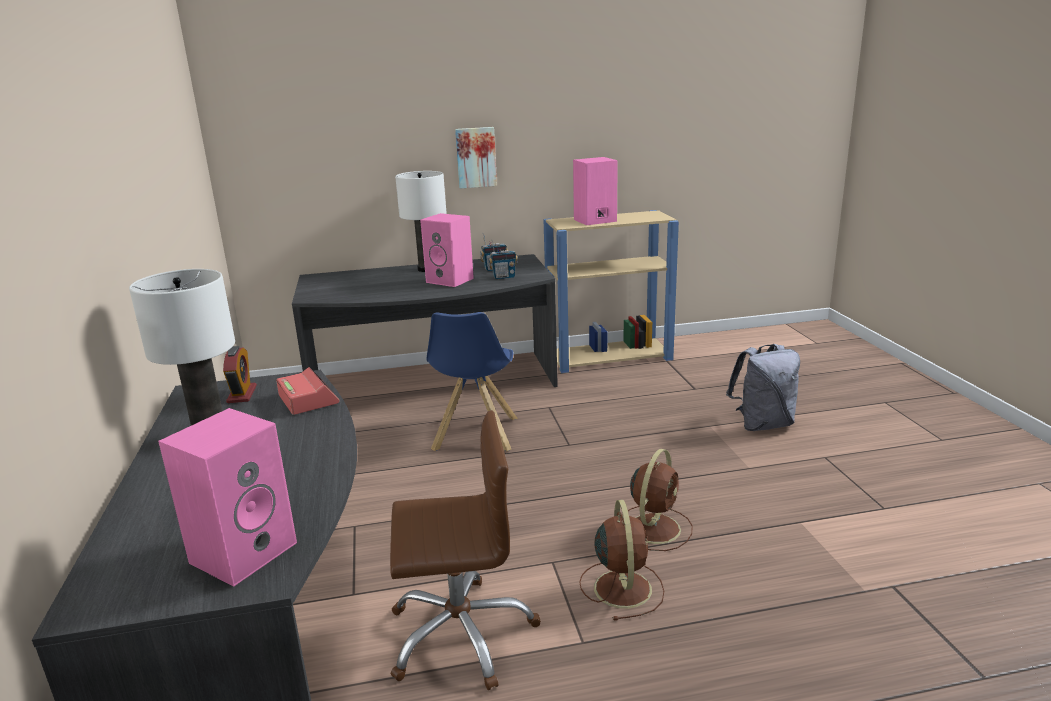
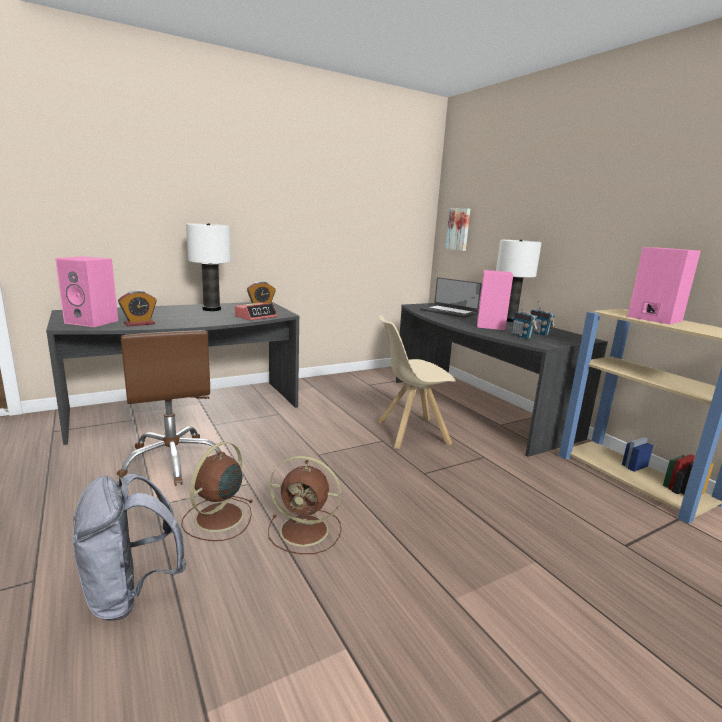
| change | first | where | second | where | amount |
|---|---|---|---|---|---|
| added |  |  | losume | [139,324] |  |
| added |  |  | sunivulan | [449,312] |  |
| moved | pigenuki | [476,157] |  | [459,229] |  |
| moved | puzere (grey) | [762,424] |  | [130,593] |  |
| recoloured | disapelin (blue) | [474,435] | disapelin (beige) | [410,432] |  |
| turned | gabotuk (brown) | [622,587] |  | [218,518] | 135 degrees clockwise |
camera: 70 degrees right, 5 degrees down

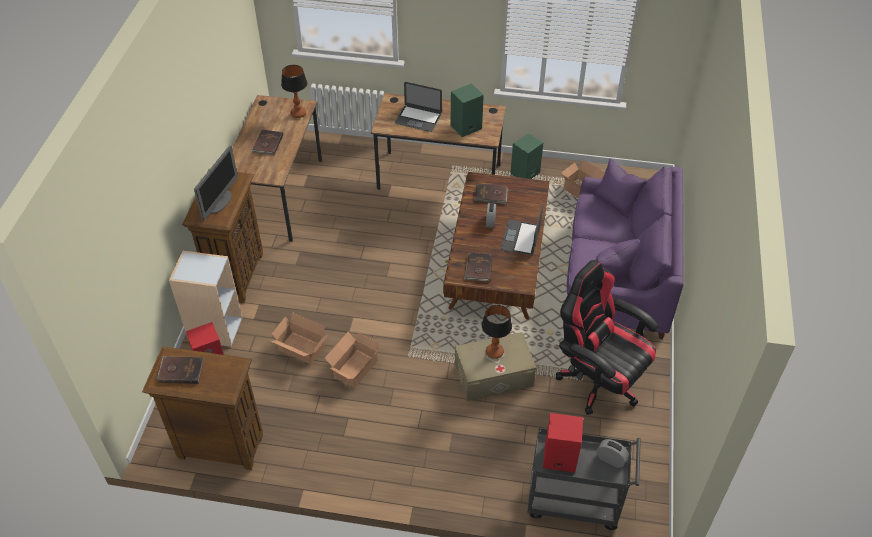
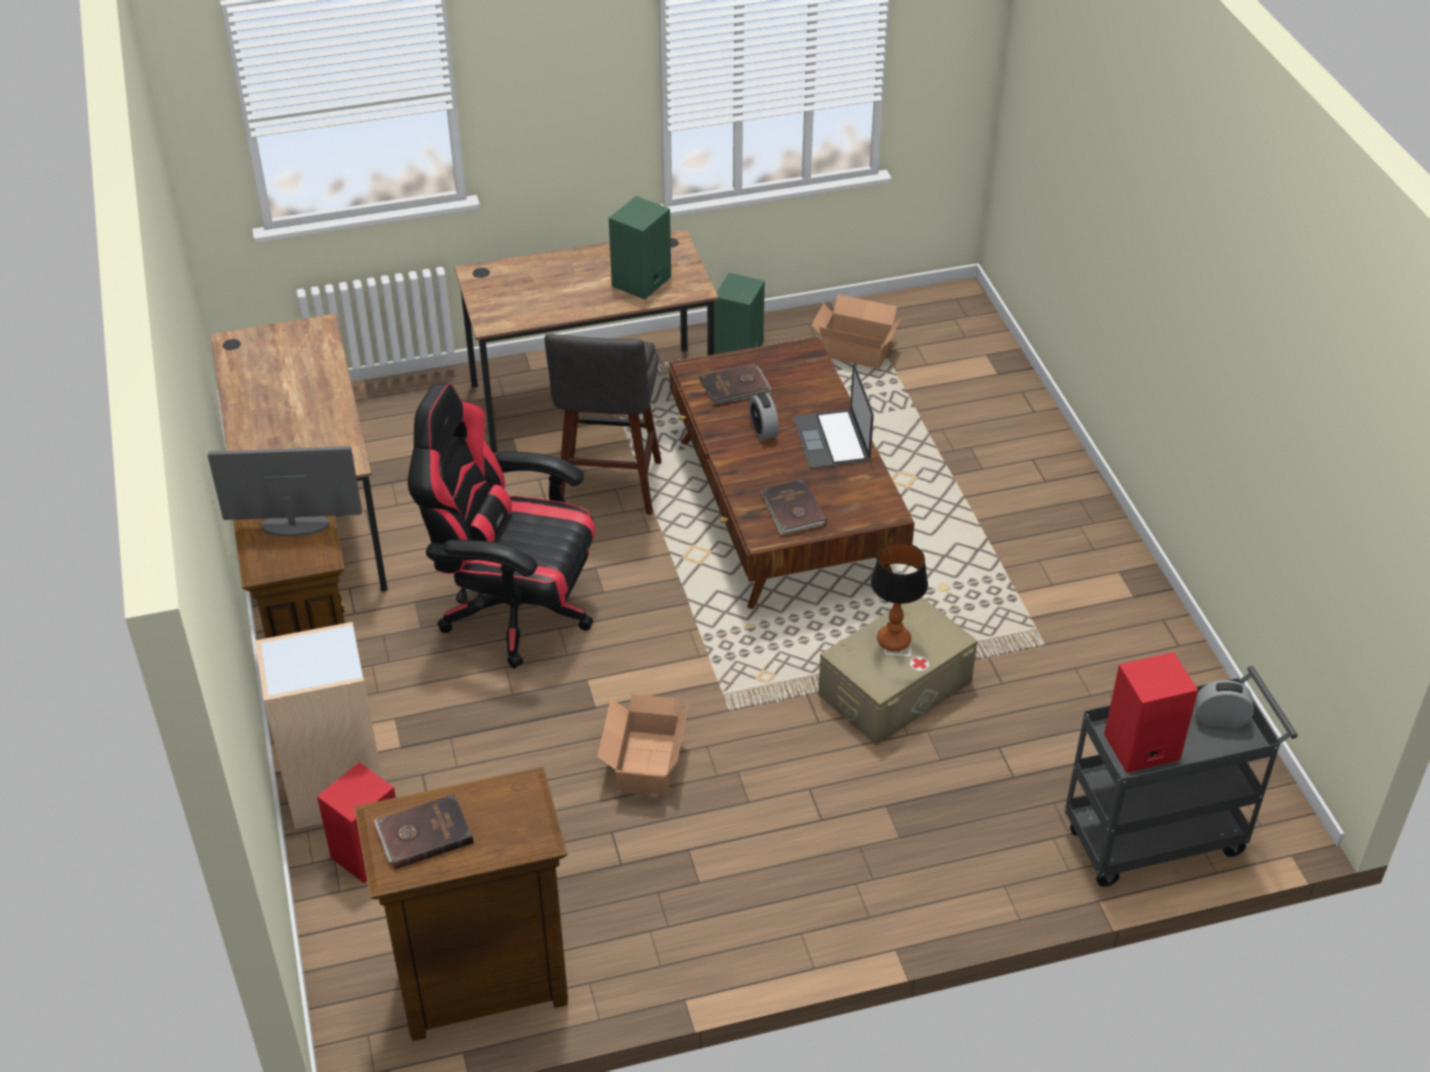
| change | first | where | second | where | amount |
|---|---|---|---|---|---|
| removed | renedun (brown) | [267,143] |  |  |  |
| removed | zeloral | [301,349] |  |  |  |
| removed | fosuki | [298,113] |  |  |  |
| removed | sunivulan | [418,118] |  |  |  |
| removed | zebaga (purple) | [617,275] |  |  |  |
| added |  |  | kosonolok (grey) | [608,488] |  |
| moved | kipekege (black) | [599,381] |  | [517,611] |  |
| turned | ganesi | [221,202] |  | [294,525] | 90 degrees counterclockwise |
camera: 25 degrees left, 5 degrees down

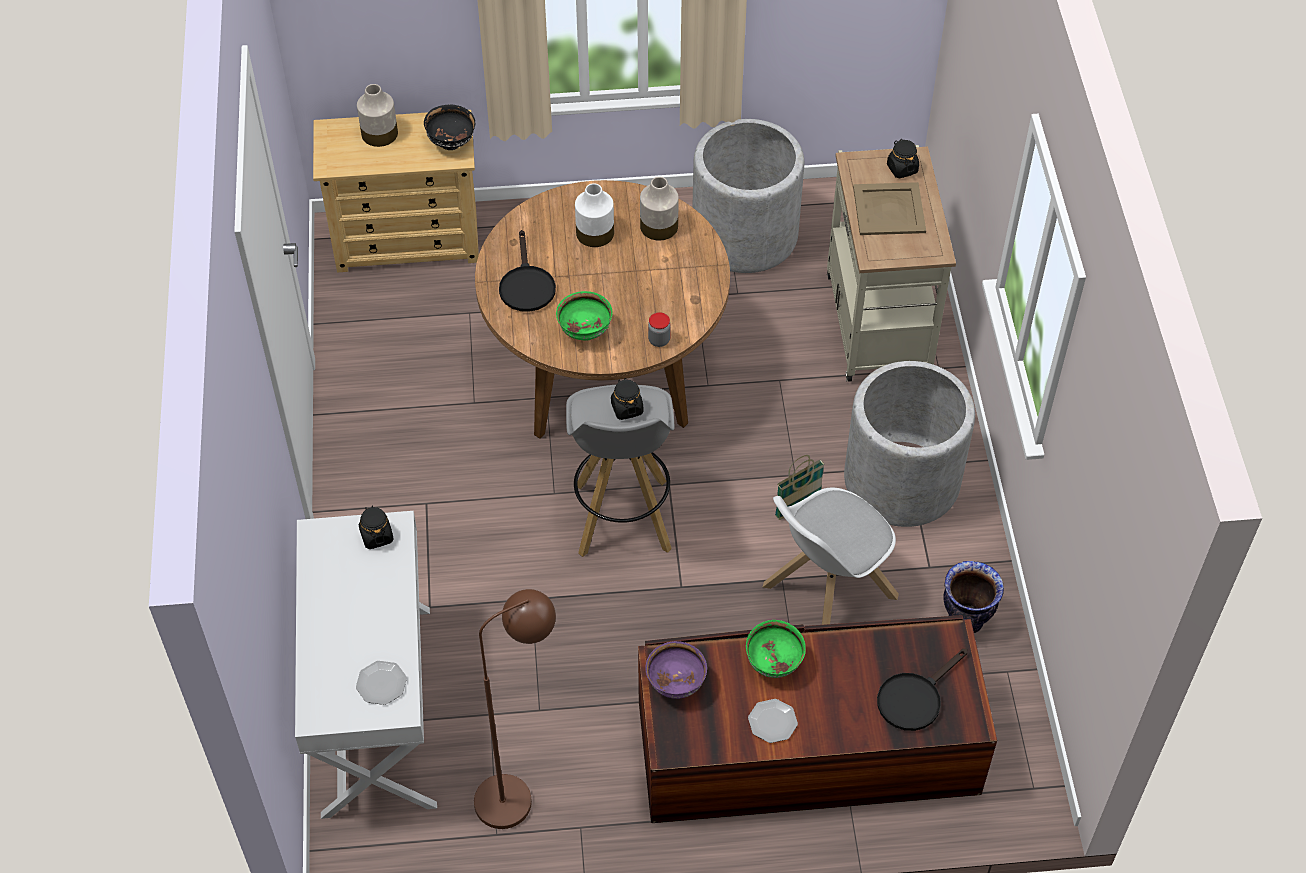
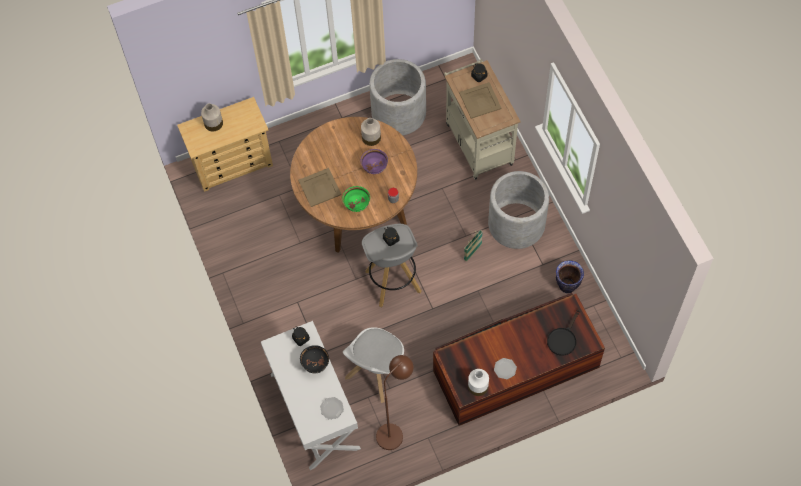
| change | first | where | second | where | amount |
|---|---|---|---|---|---|
| removed | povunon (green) | [774,663] |  |  |  |
| moved | povunon (black) | [451,143] |  | [315,364] |  |
| moved | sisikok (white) | [594,232] |  | [477,386] |  |
| moved | povunon (purple) | [676,685] |  | [374,168] |  |
| moved | disapelin | [826,593] |  | [376,373] |  |
| replaced | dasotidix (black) | [526,285] | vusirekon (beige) | [319,188] |  |
camera: 15 degrees left, 10 degrees up

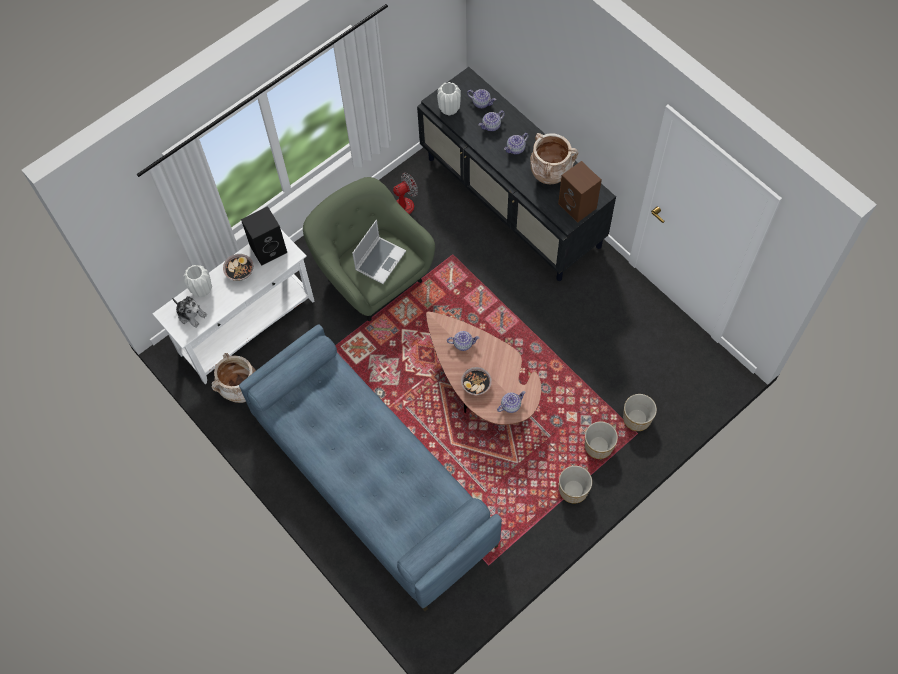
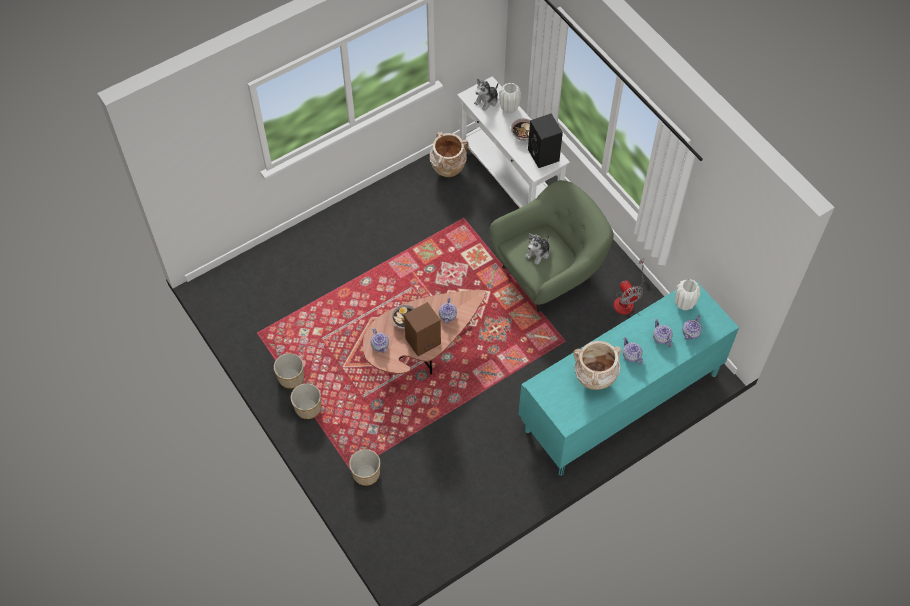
| change | first | where | second | where | amount |
|---|---|---|---|---|---|
| removed | zebaga (blue) | [372,479] |  |  |  |
| moved | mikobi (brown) | [578,206] |  | [422,342] |  |
| moved | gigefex | [598,446] |  | [291,377] |  |
| replaced | sunivulan | [380,260] | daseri | [538,253] |  |
| recoloured | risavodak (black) | [511,203] | risavodak (turquoise) | [619,400] |  |
camera: 95 degrees right, 5 degrees down

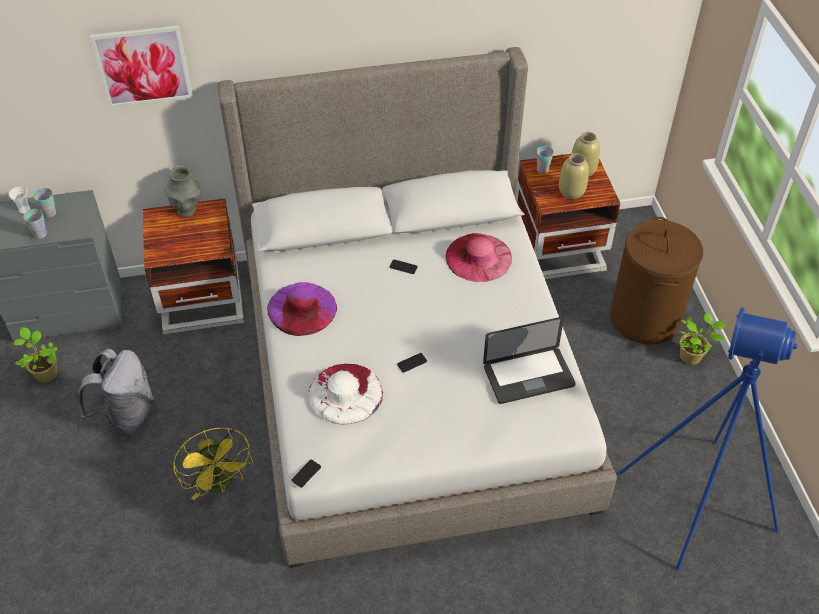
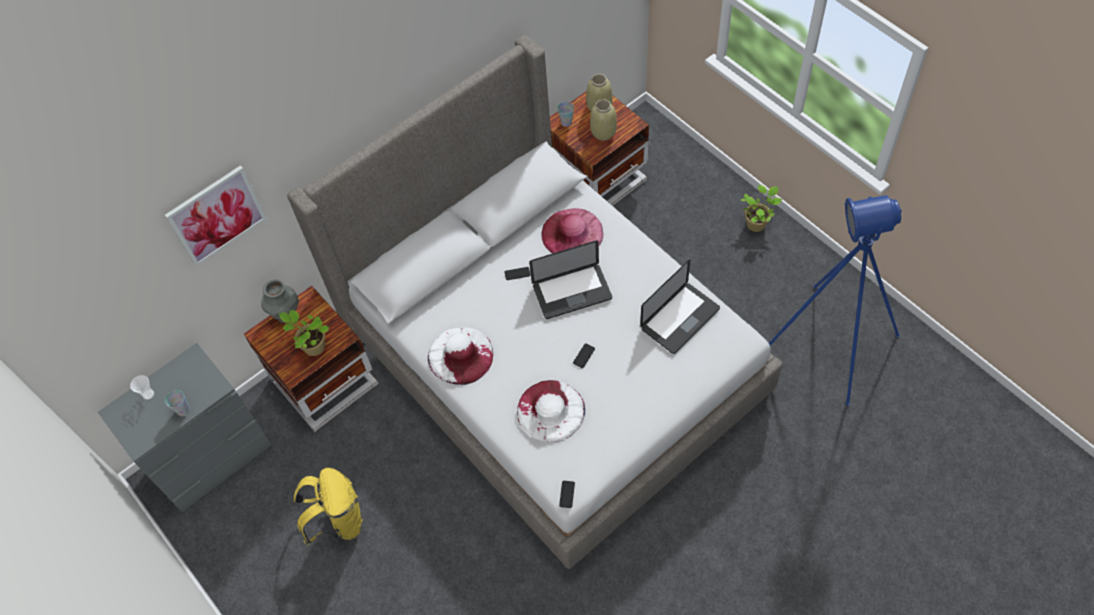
| change | first | where | second | where | amount |
|---|---|---|---|---|---|
| removed | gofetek | [49,213] |  |  |  |
| removed | gabotuk (yellow) | [220,484] |  |  |  |
| removed | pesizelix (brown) | [645,318] |  |  |  |
| added |  |  | sunivulan | [572,292] |  |
| moved | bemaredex | [45,373] |  | [312,346] |  |
| recoloured | puzere (grey) | [127,416] | puzere (yellow) | [338,521] |  |
| recoloured | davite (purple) | [302,308] | davite (white) | [460,355] |  |
camera: 25 degrees left, 10 degrees up

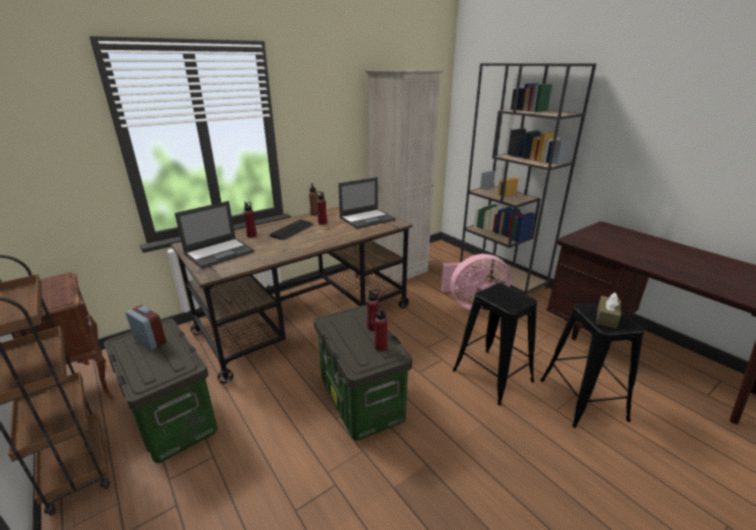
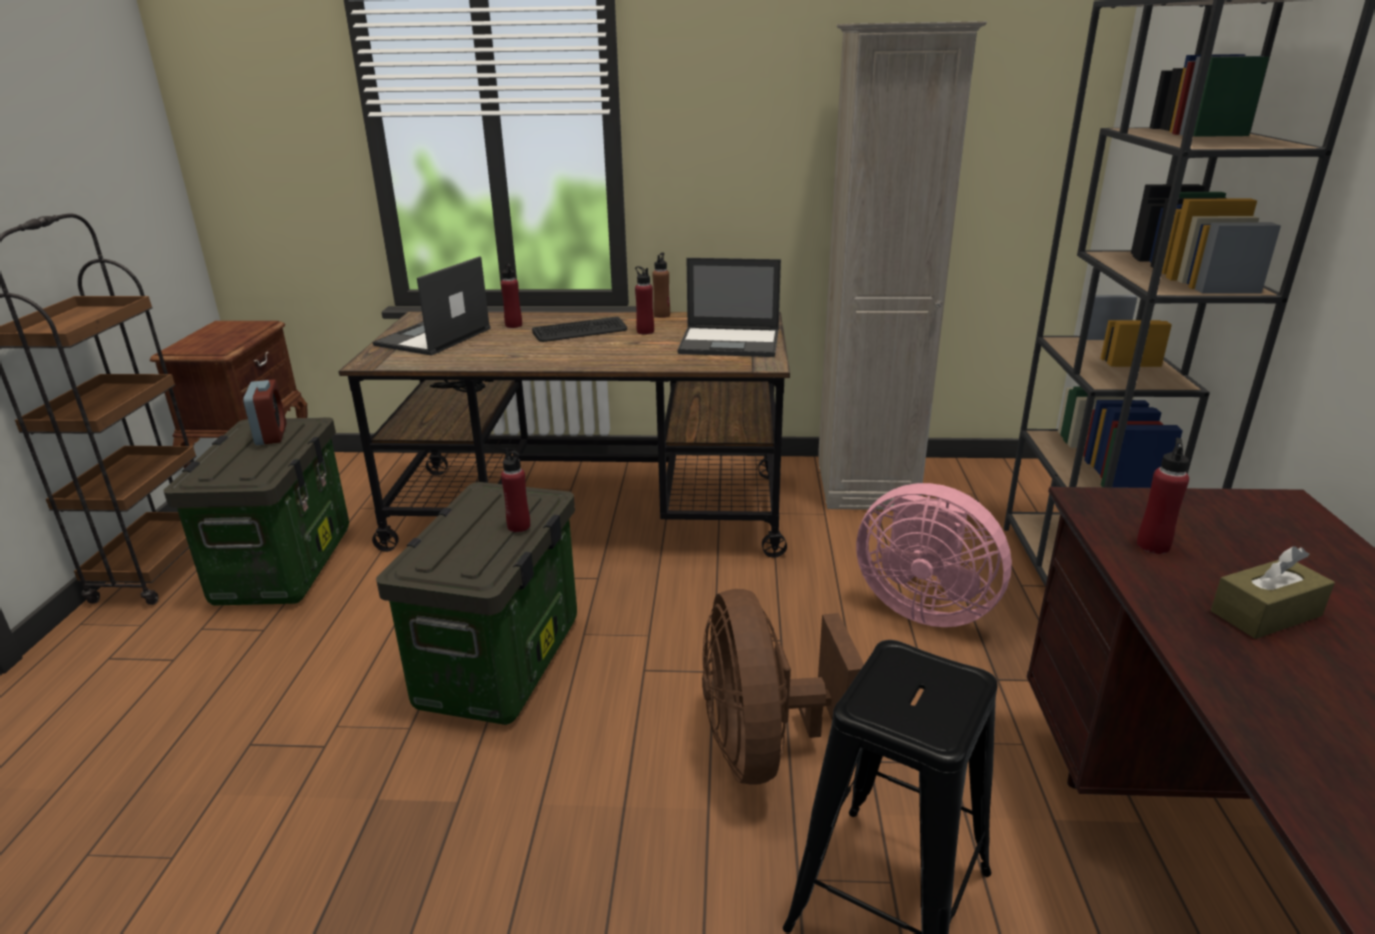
| change | first | where | second | where | amount |
|---|---|---|---|---|---|
| moved | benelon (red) | [381,347] |  | [1153,545] |  |
| moved | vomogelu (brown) | [606,317] |  | [1265,613] |  |
| replaced | kosonolok (black) | [492,376] | gabotuk (brown) | [764,747] |  |
| turned | sunivulan | [220,252] |  | [433,337] | 120 degrees clockwise |
camera: 40 degrees right, 0 degrees up

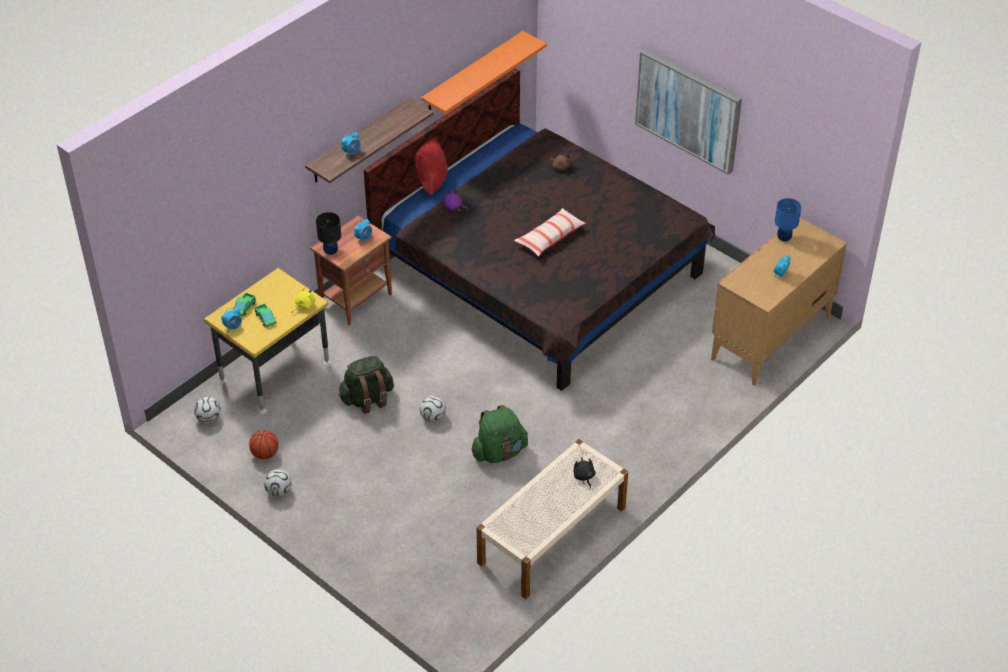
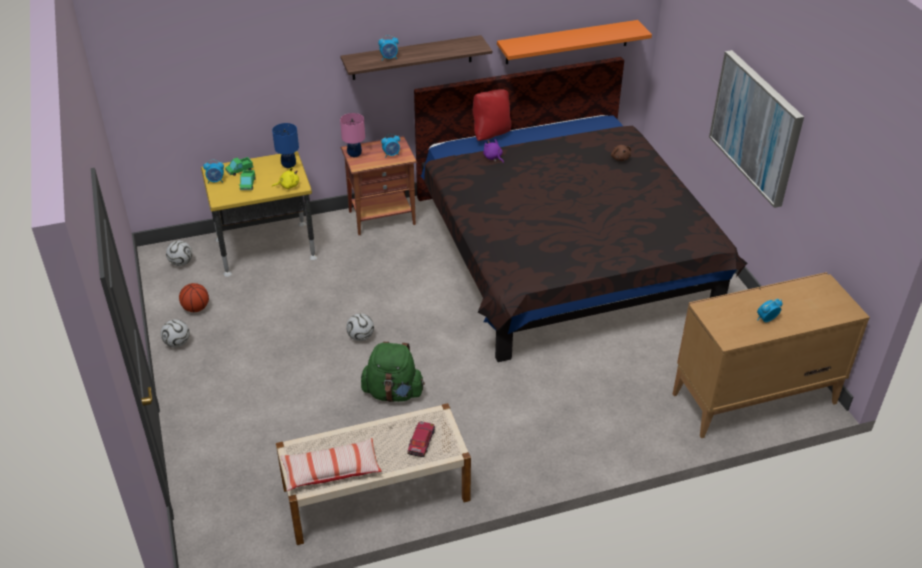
| change | first | where | second | where | amount |
|---|---|---|---|---|---|
| removed | puzere (green) | [367,399] |  |  |  |
| moved | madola | [550,238] |  | [331,471] |  |
| moved | fosuki (blue) | [784,238] |  | [288,166] |  |
| replaced | daseri (black) | [584,477] | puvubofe | [421,442] |  |
| recoloured | fosuki (black) | [330,251] | fosuki (pink) | [354,155] |  |
camera: 30 degrees right, 5 degrees down

